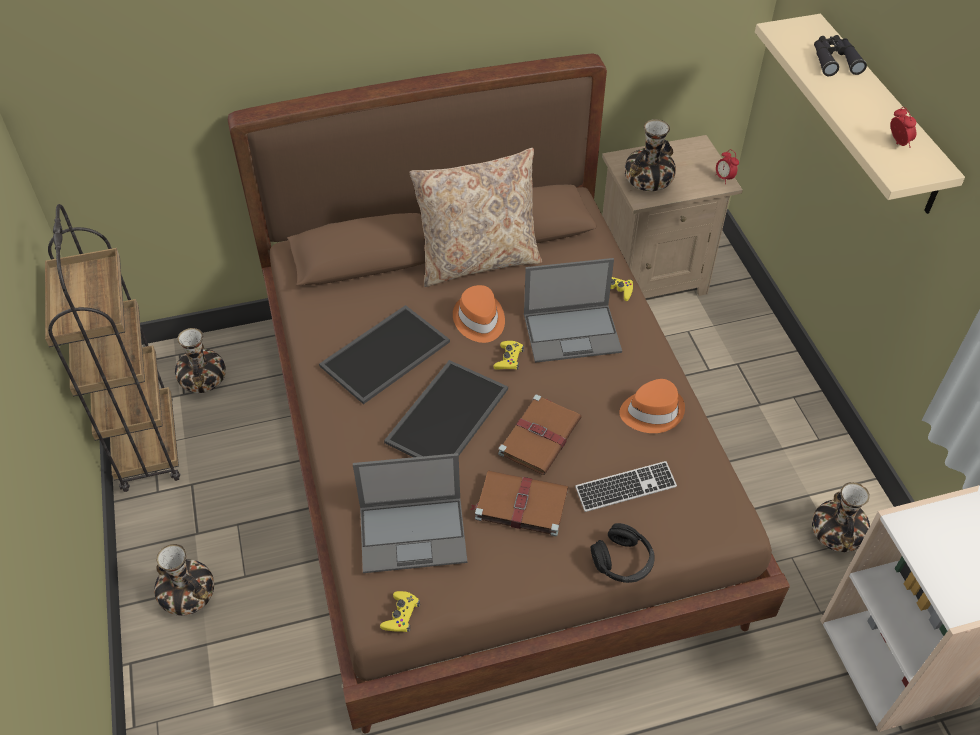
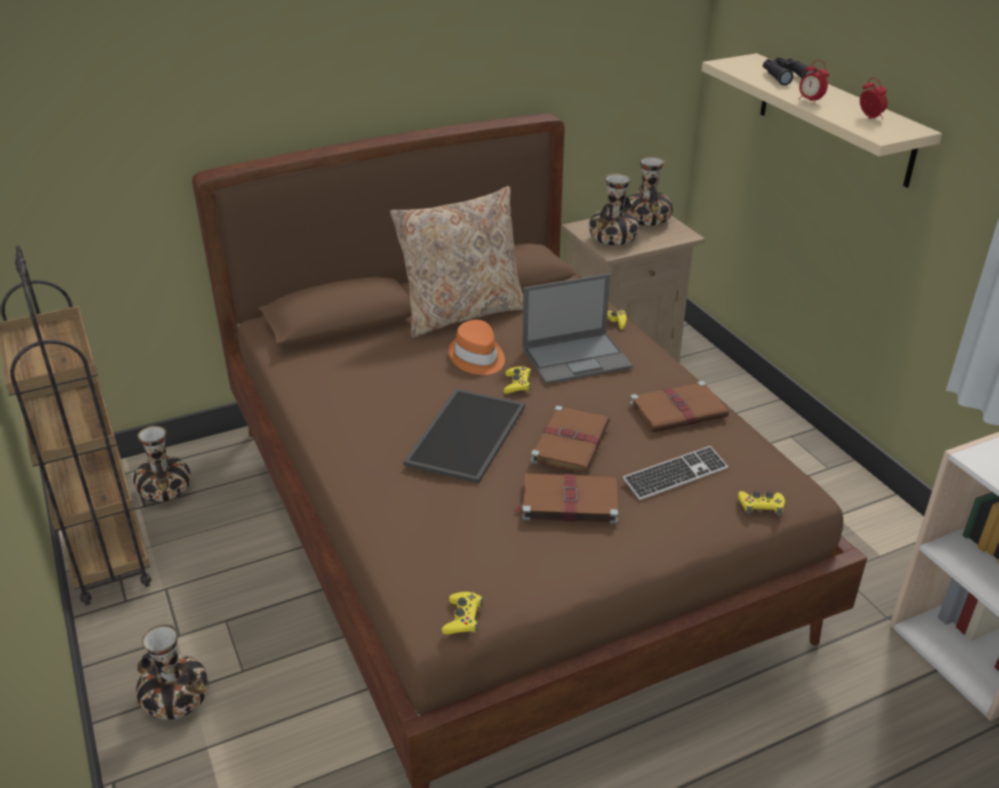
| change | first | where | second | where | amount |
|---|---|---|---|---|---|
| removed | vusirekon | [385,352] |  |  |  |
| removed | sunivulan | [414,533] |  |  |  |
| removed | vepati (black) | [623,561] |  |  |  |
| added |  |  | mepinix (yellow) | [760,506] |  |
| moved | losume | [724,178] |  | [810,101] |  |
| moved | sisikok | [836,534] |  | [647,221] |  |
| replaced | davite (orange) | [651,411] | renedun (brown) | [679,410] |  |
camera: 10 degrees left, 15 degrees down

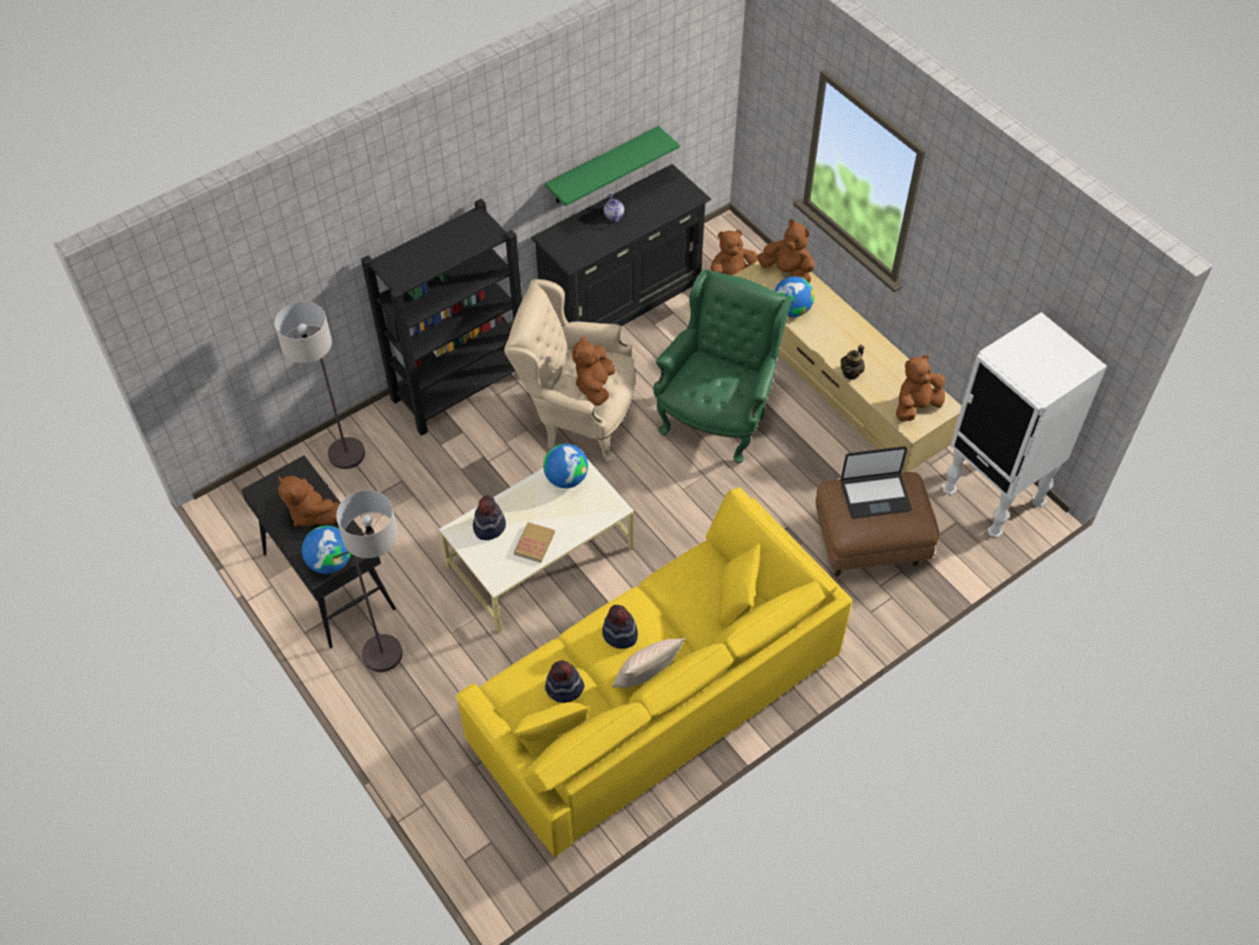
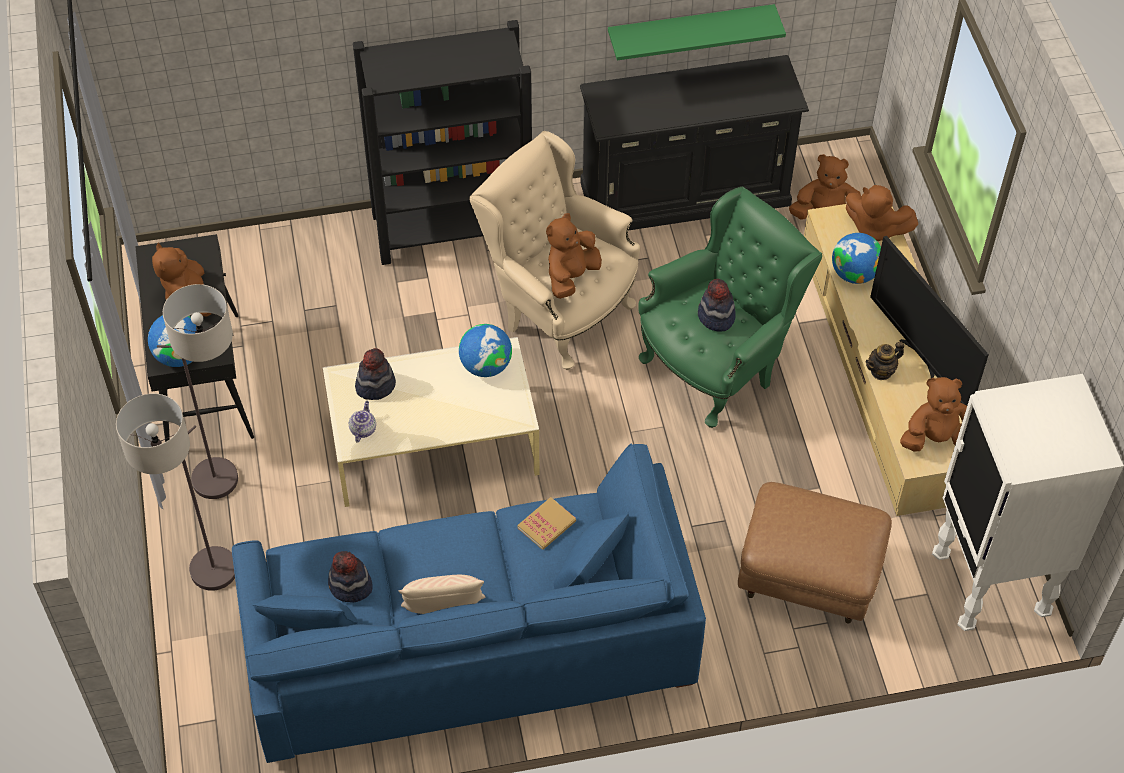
| change | first | where | second | where | amount |
|---|---|---|---|---|---|
| removed | sunivulan | [875,495] |  |  |  |
| added |  |  | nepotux | [920,357] |  |
| moved | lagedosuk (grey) | [343,463] |  | [203,579] |  |
| moved | renedun | [534,543] |  | [546,525] |  |
| moved | davite | [619,634] |  | [716,316] |  |
| moved | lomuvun | [613,215] |  | [363,429] |  |
| recoloured | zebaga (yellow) | [654,697] | zebaga (blue) | [469,643] |  |
| turned | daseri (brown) | [787,272] |  | [874,229] | 150 degrees clockwise |
camera: 25 degrees right, 0 degrees up

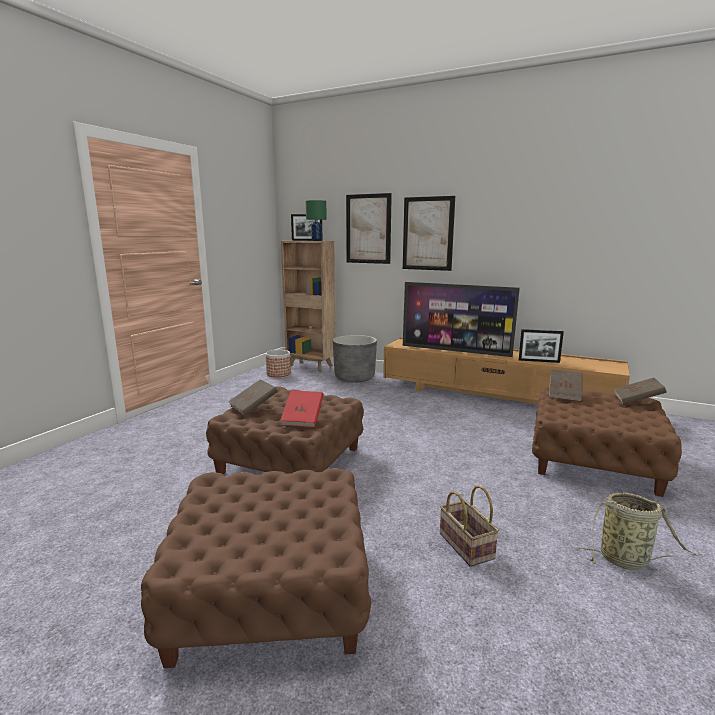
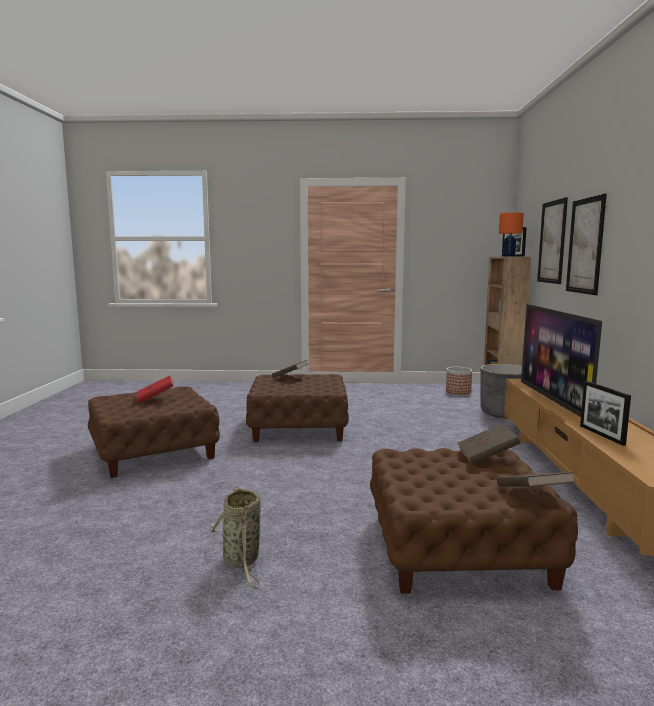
| change | first | where | second | where | amount |
|---|---|---|---|---|---|
| removed | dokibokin | [464,545] |  |  |  |
| moved | renedun (red) | [303,419] |  | [155,398] |  |
| recoloured | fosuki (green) | [316,240] | fosuki (orange) | [508,256] |  |
camera: 65 degrees right, 5 degrees down

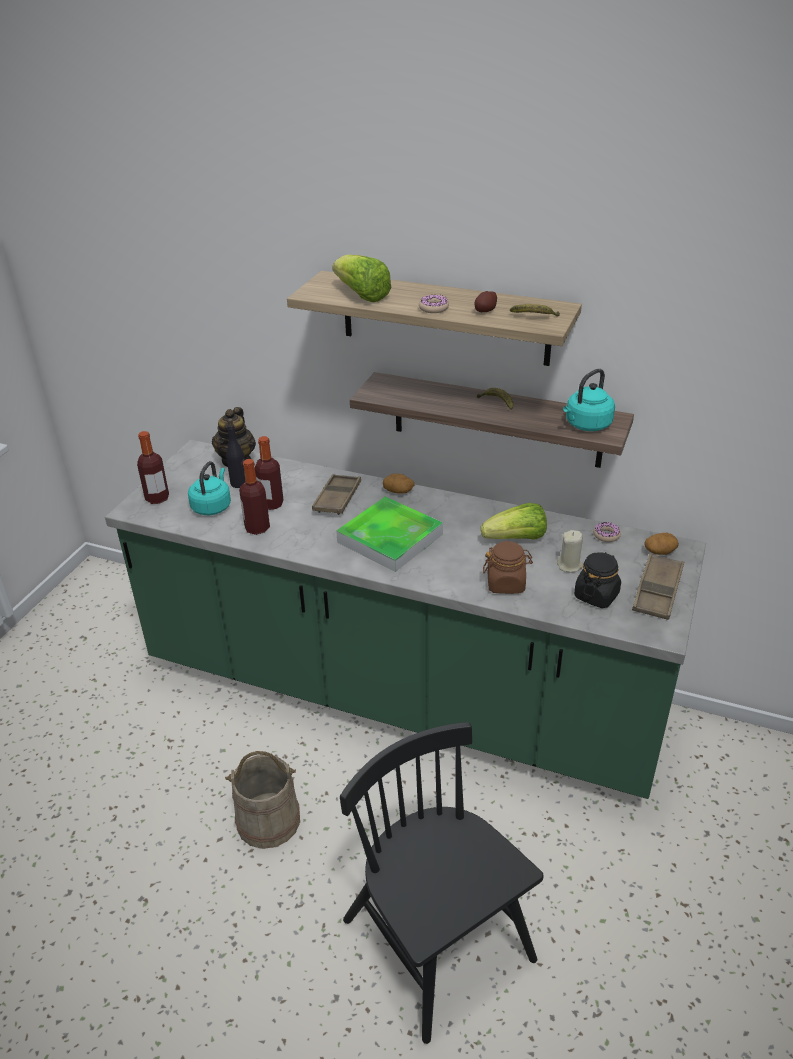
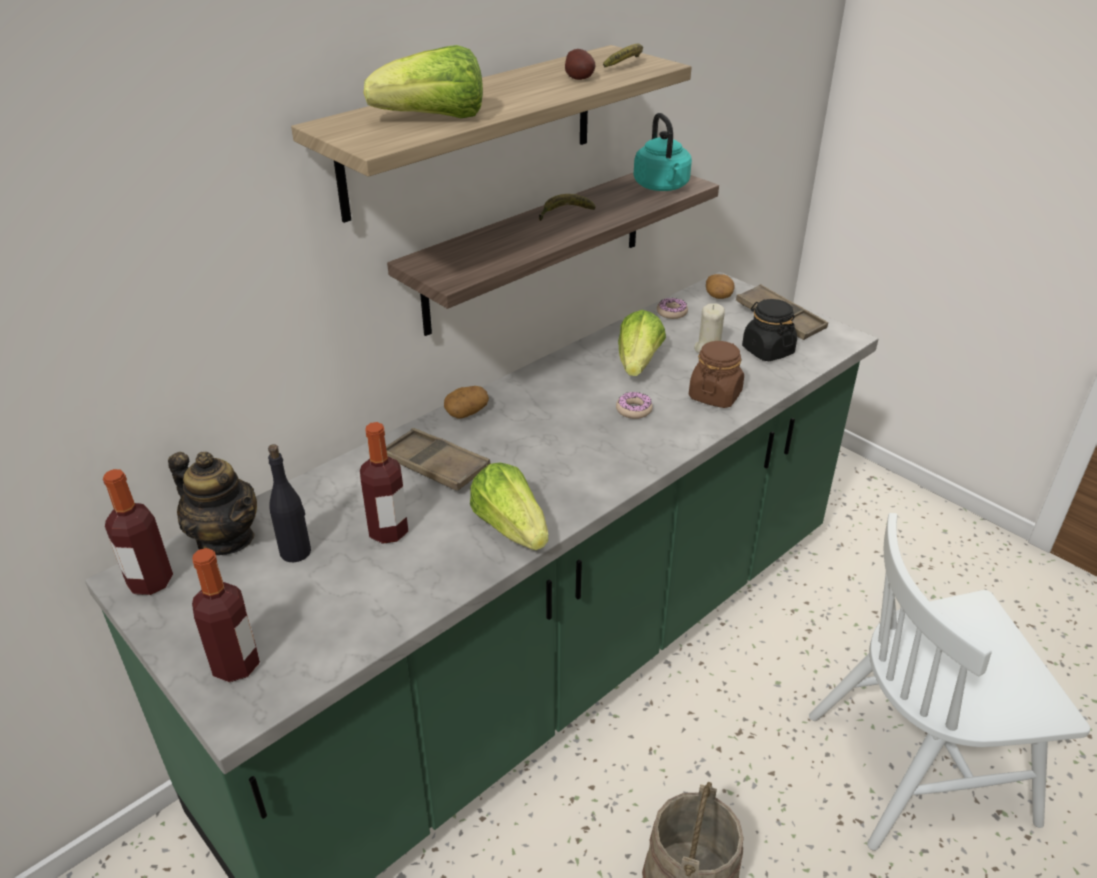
| change | first | where | second | where | amount |
|---|---|---|---|---|---|
| removed | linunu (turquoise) | [212,506] |  |  |  |
| removed | vusirekon | [390,538] |  |  |  |
| added |  |  | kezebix | [511,527] |  |
| moved | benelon | [257,528] |  | [150,582] |  |
| moved | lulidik | [433,308] |  | [633,410] |  |
| recoloured | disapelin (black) | [438,941] | disapelin (white) | [920,766] |  |
camera: 65 degrees left, 0 degrees up

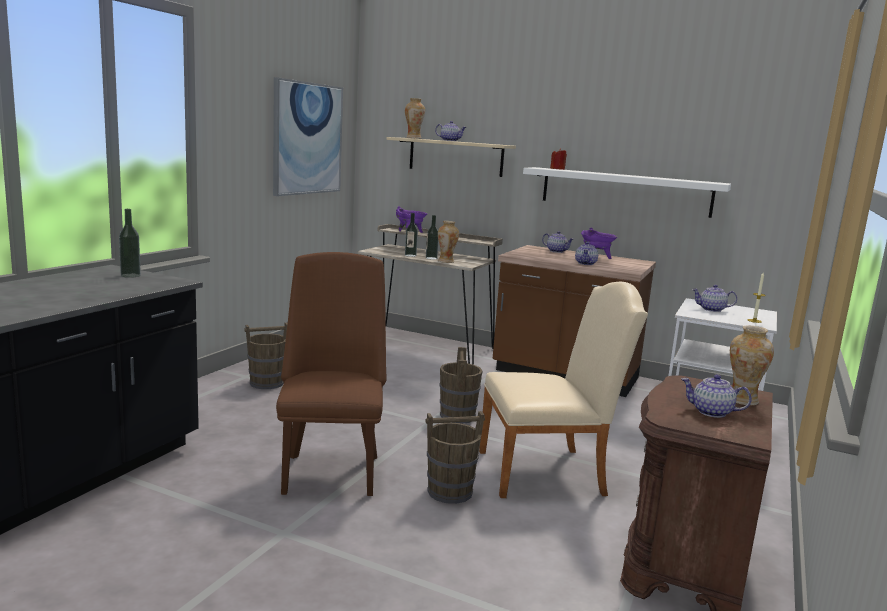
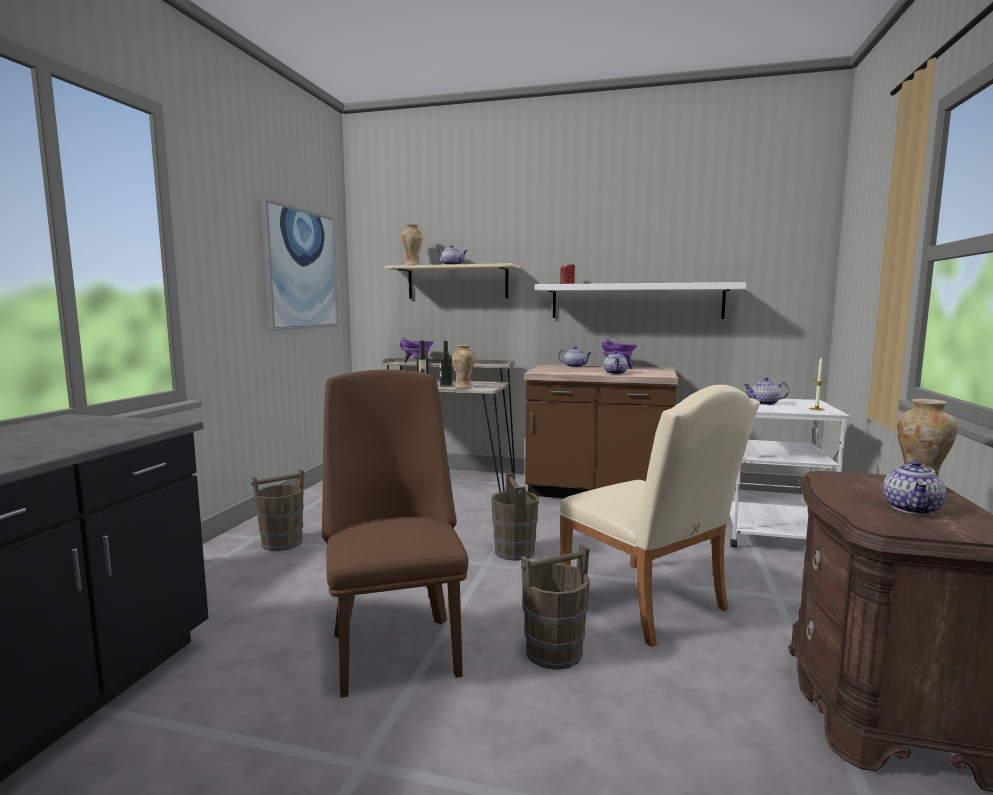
| change | first | where | second | where | amount |
|---|---|---|---|---|---|
| removed | benelon | [130,275] |  |  |  |
| turned | disapelin (beige) | [549,472] |  | [650,605] | 75 degrees clockwise |
| turned | lomuvun | [711,412] |  | [912,509] | 75 degrees counterclockwise |
camera: 10 degrees left, 5 degrees down

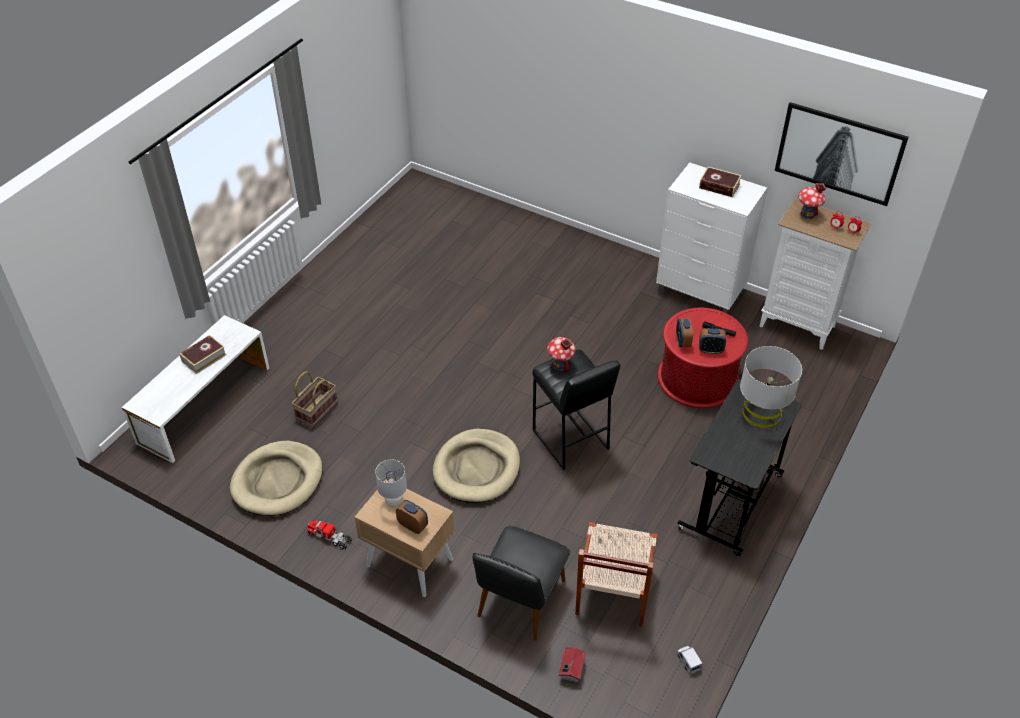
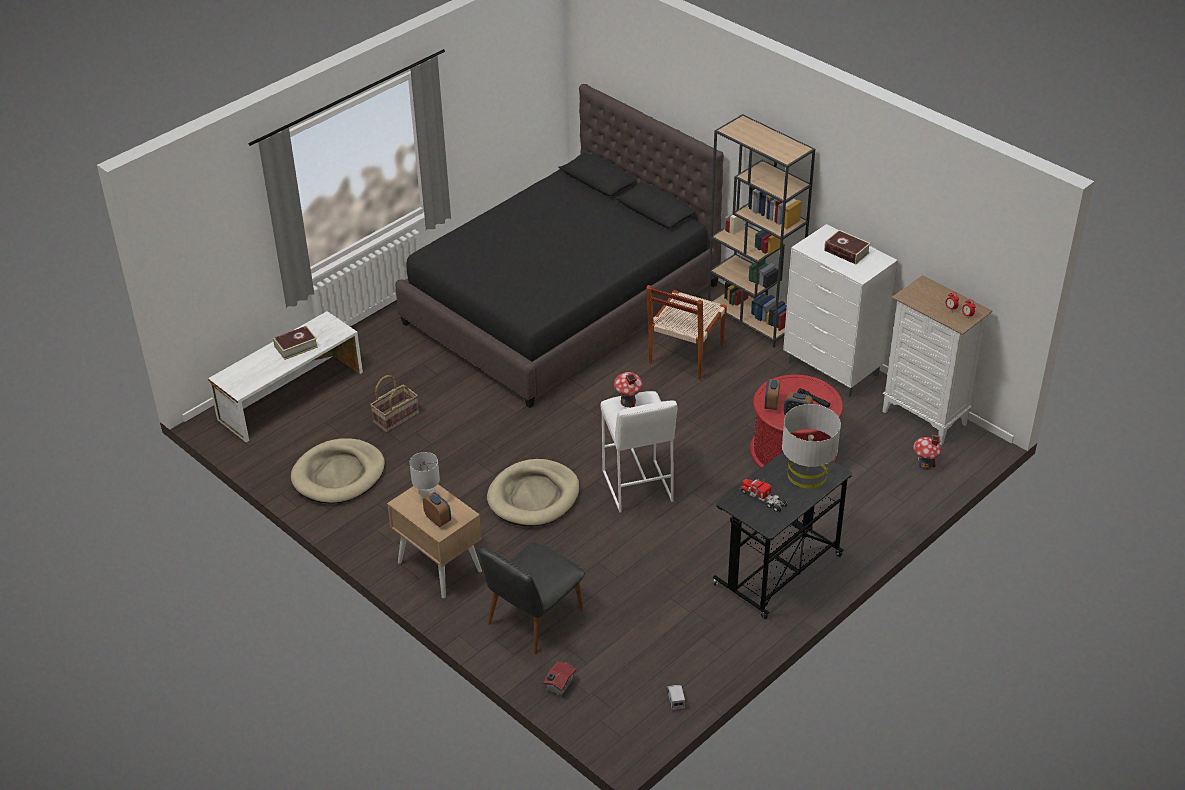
| change | first | where | second | where | amount |
|---|---|---|---|---|---|
| removed | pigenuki | [839,153] |  |  |  |
| added |  |  | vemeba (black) | [562,304] |  |
| added |  |  | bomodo | [753,319] |  |
| moved | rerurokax | [329,537] |  | [763,498] |  |
| moved | disapelin | [613,594] |  | [685,355] |  |
| moved | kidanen | [807,214] |  | [924,465] |  |
| recoloured | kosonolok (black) | [571,440] | kosonolok (white) | [637,487] |  |
camera: 15 degrees right, 5 degrees down

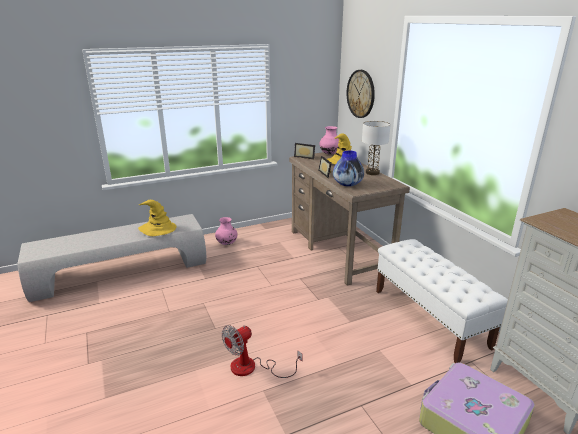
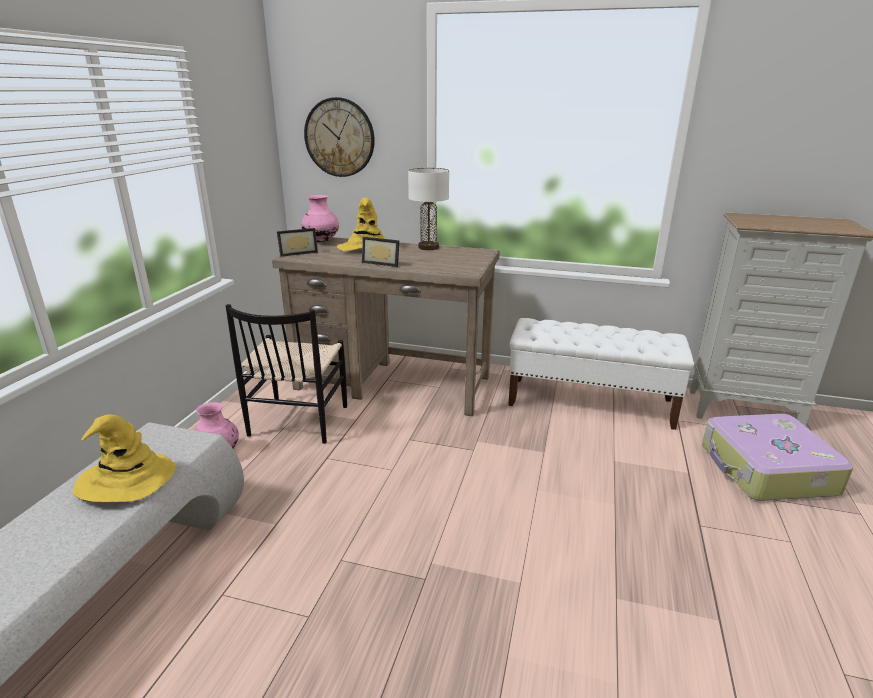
| change | first | where | second | where | amount |
|---|---|---|---|---|---|
| removed | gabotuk | [252,368] |  |  |  |
| removed | sisikok | [347,184] |  |  |  |
| added |  |  | disapelin (black) | [297,423] |  |
camera: 50 degrees left, 0 degrees up

